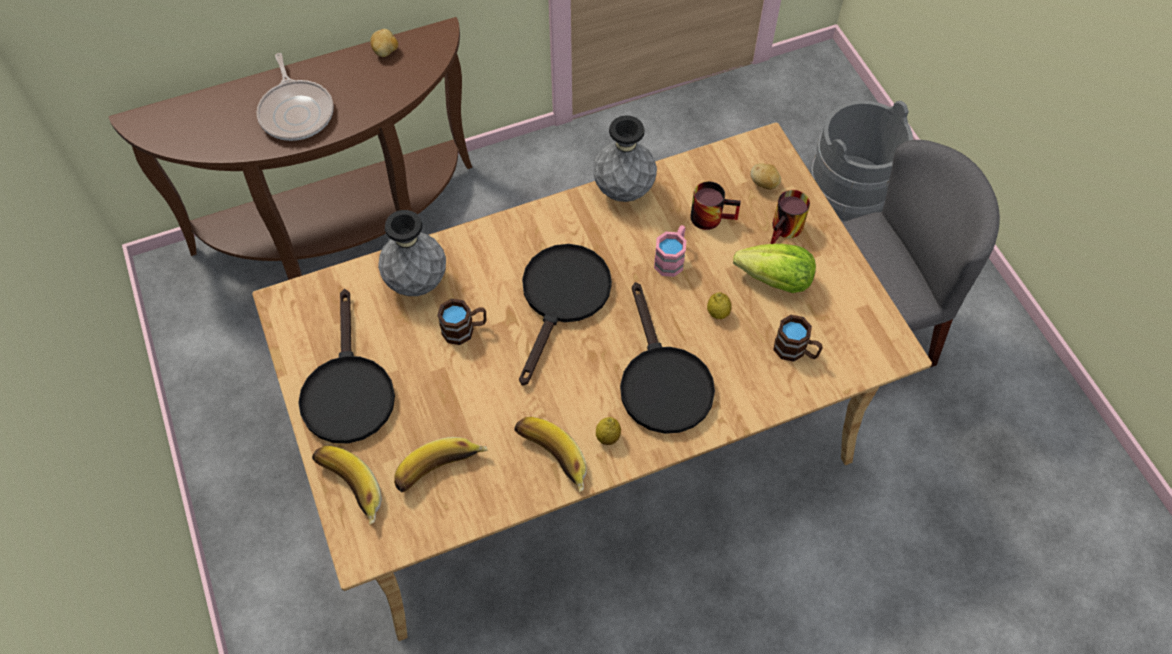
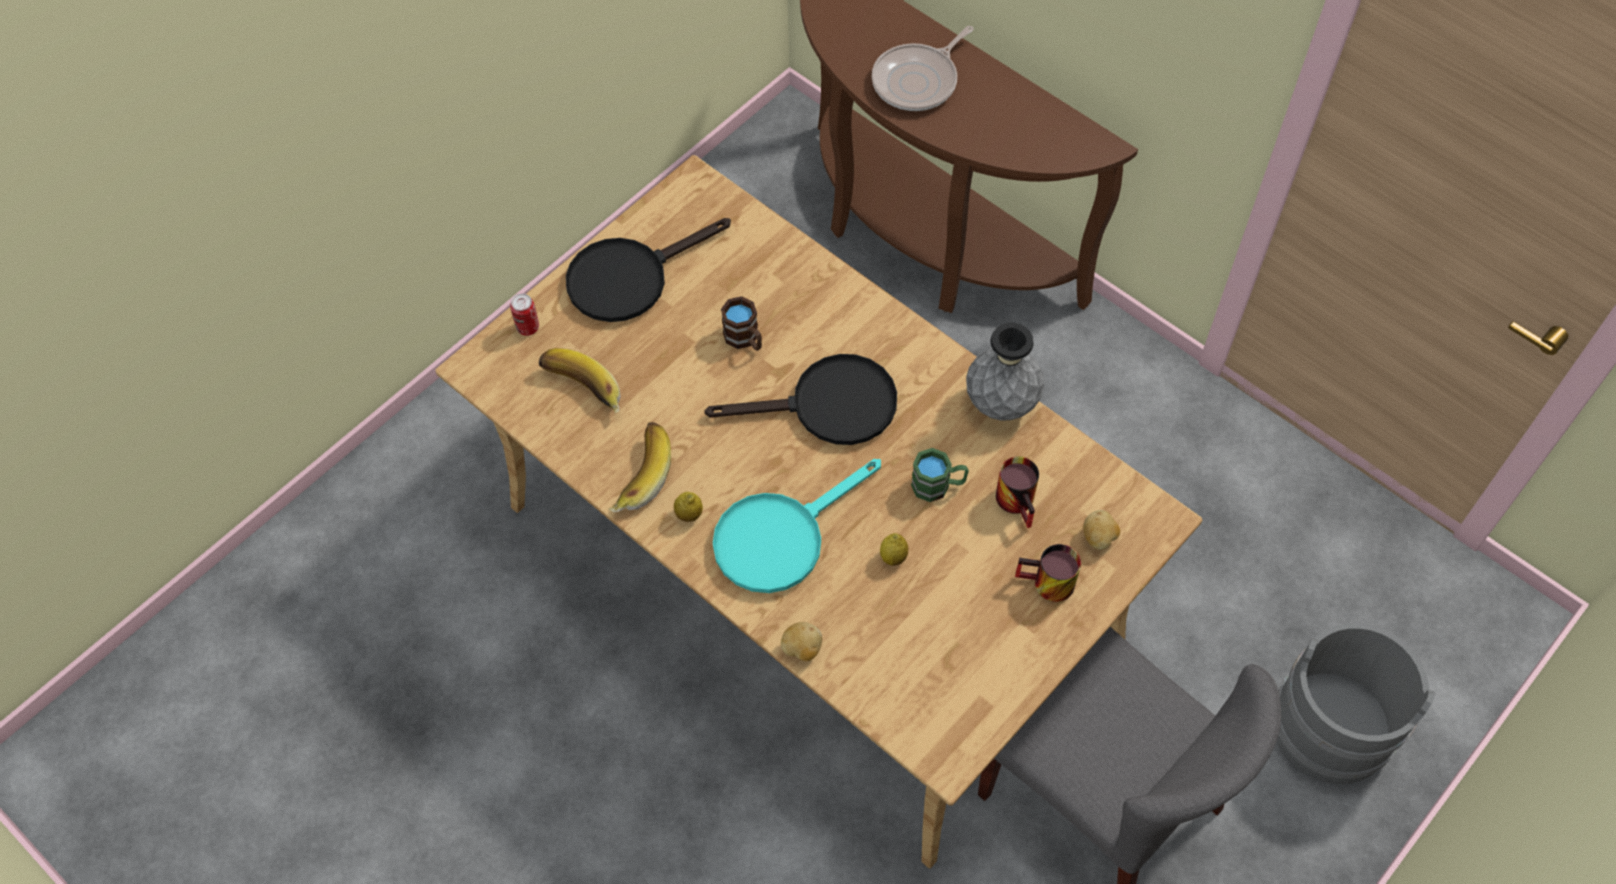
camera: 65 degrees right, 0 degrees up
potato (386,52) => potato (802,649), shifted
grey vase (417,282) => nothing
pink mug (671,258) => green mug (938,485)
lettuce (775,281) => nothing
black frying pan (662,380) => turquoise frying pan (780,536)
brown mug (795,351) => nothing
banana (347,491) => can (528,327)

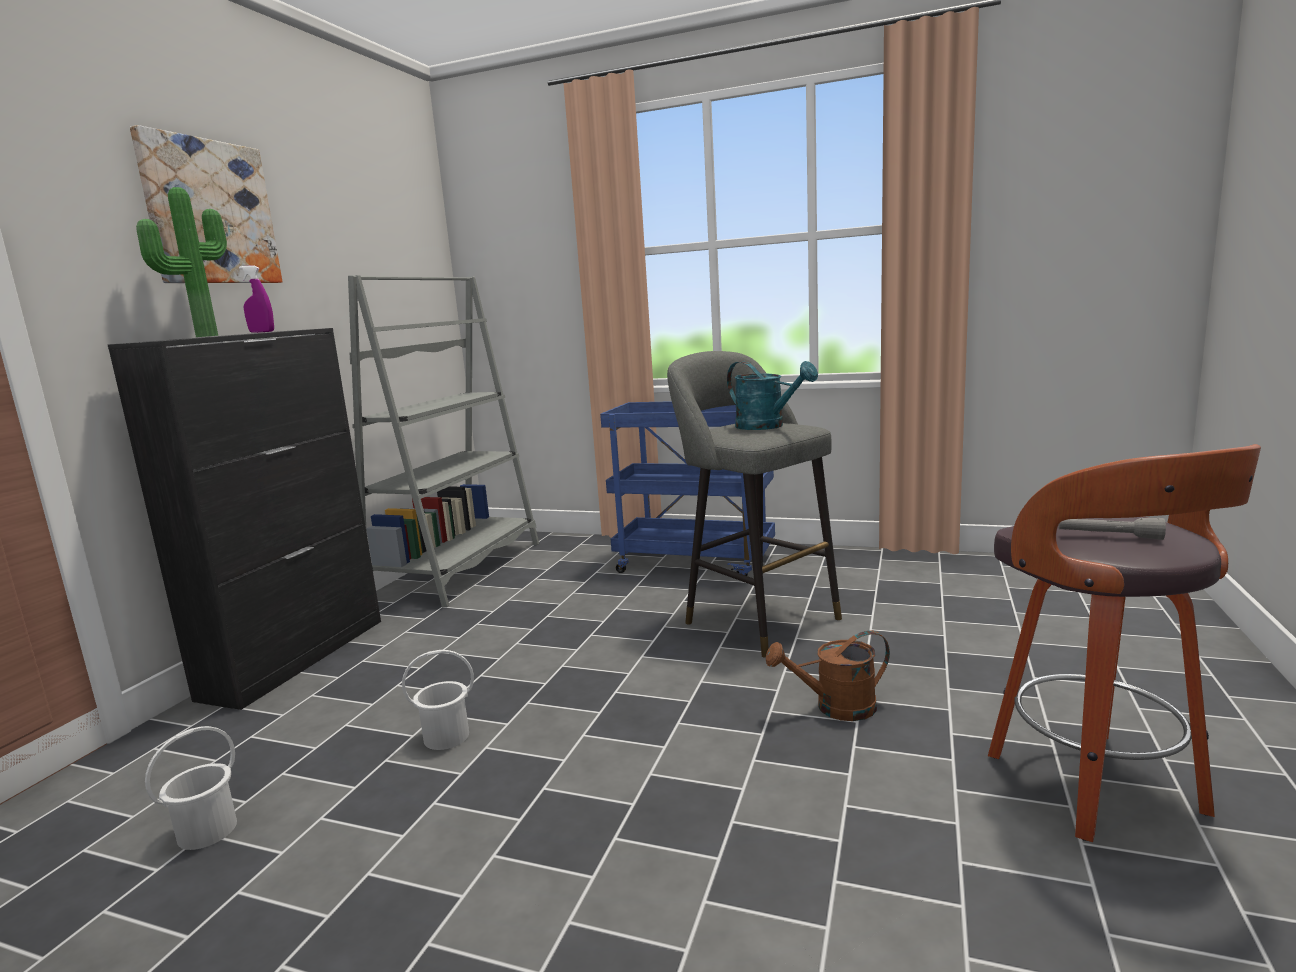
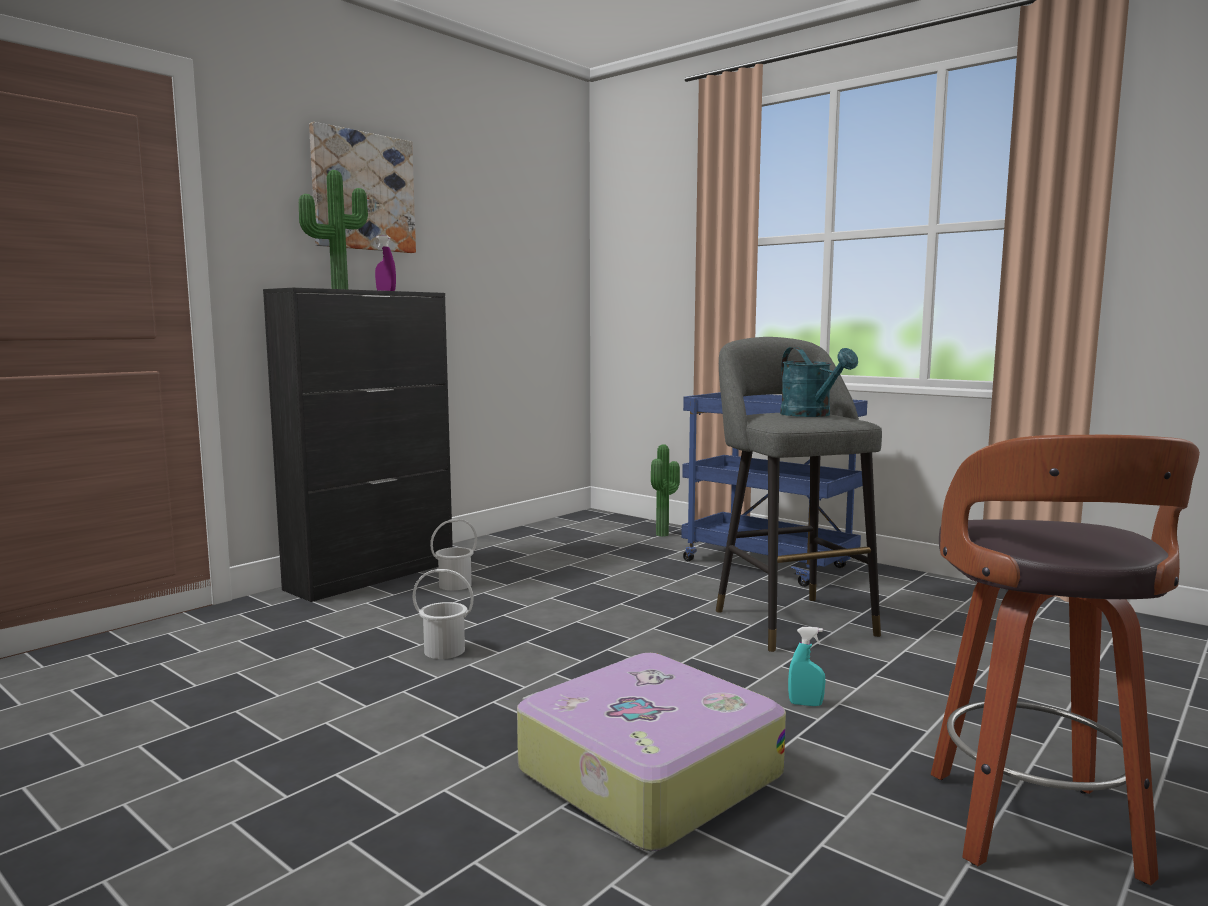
camera: 20 degrees right, 5 degrees down
grey bookcase (458,570) => nothing
grey flashlight (1109,536) => nothing
brown watering can (835,708) => turquoise spray bottle (805,704)
white bucket (206,831) => white bucket (454,585), shifted
nothing => potted plant (664,535)
nothing => suitcase (646,773)

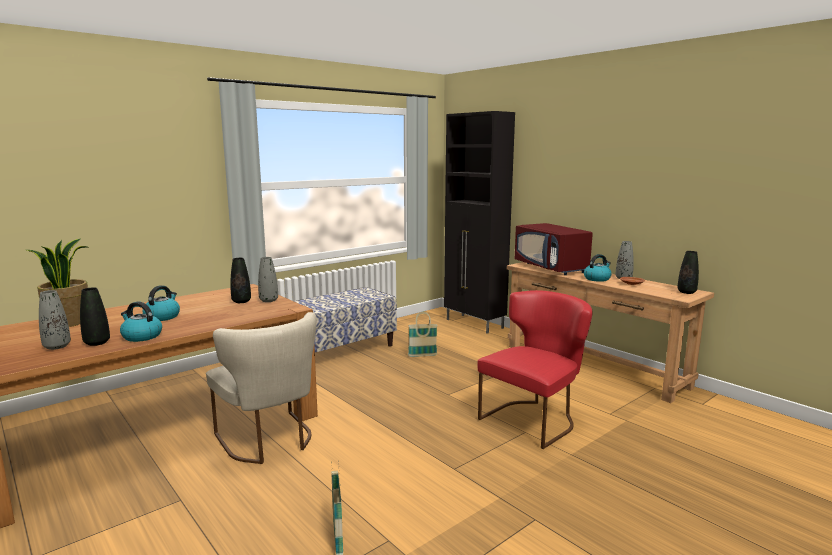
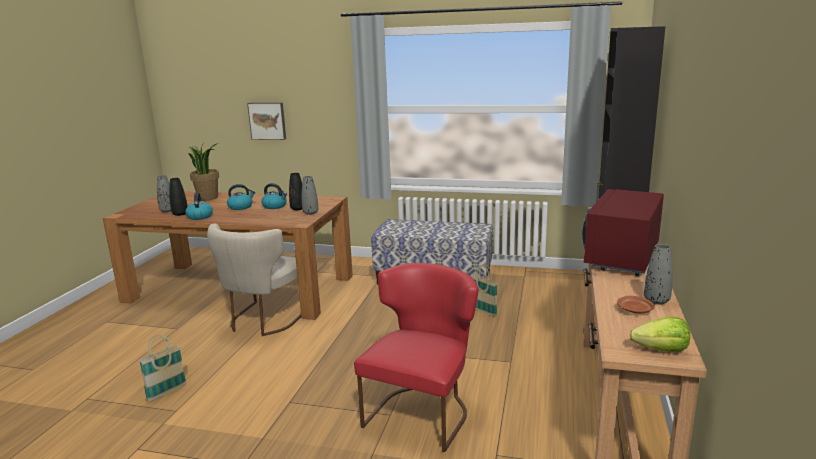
camera: 55 degrees right, 5 degrees up
black vase (686,292) => lettuce (661,350)
kettle (597,279) => kettle (275,206), shifted
red chair (534,419) => red chair (422,411), 75 degrees counterclockwise
nothing => picture (267,120)

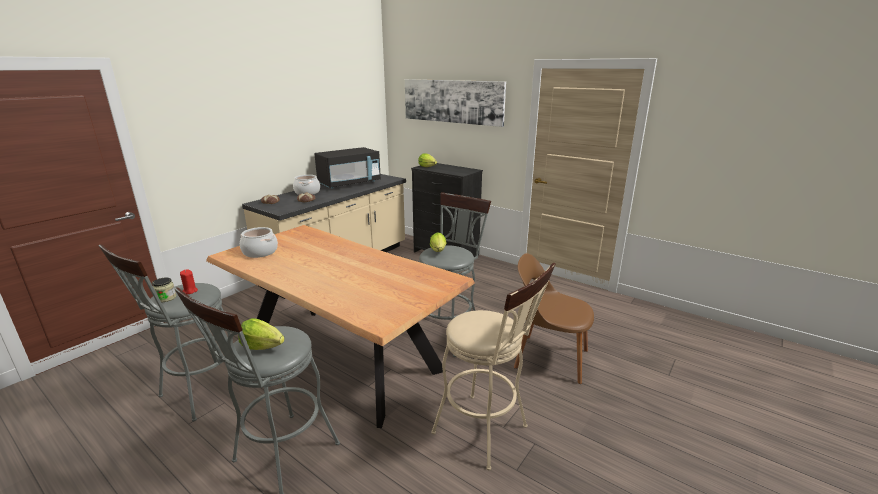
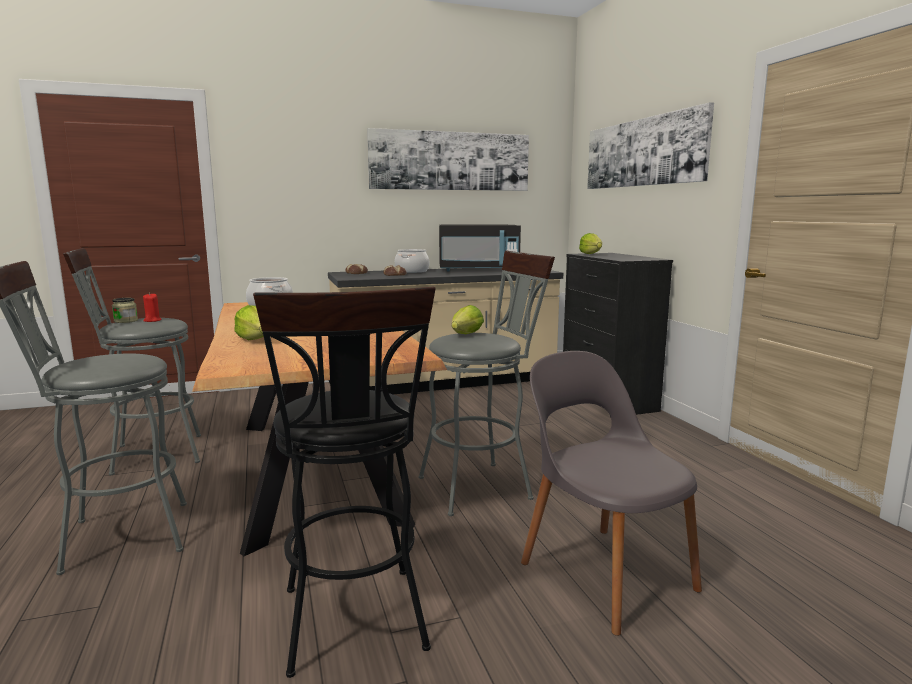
camera: 35 degrees right, 10 degrees down
brown chair (548,358) => grey chair (604,573)
beige stool (486,433) => black stool (356,627)
lettuce (262,346) => lettuce (255,340), shifted
nothing => picture (450,161)

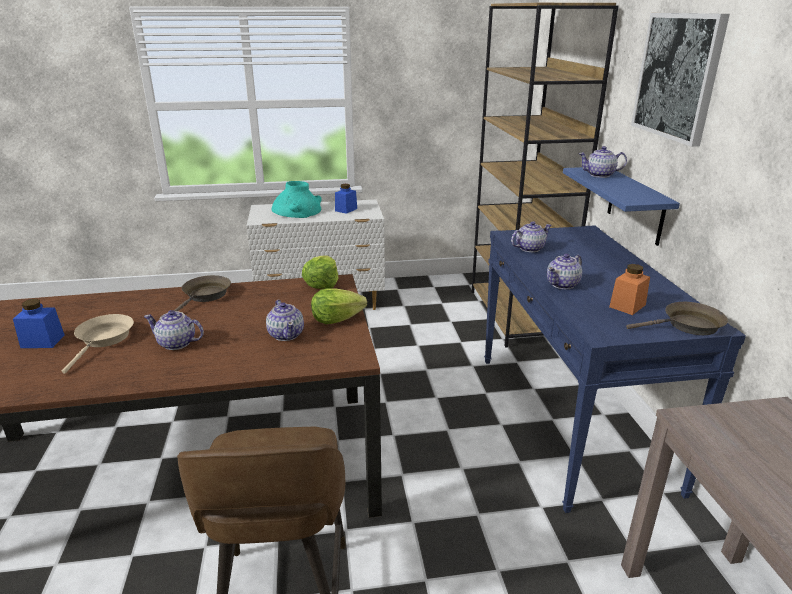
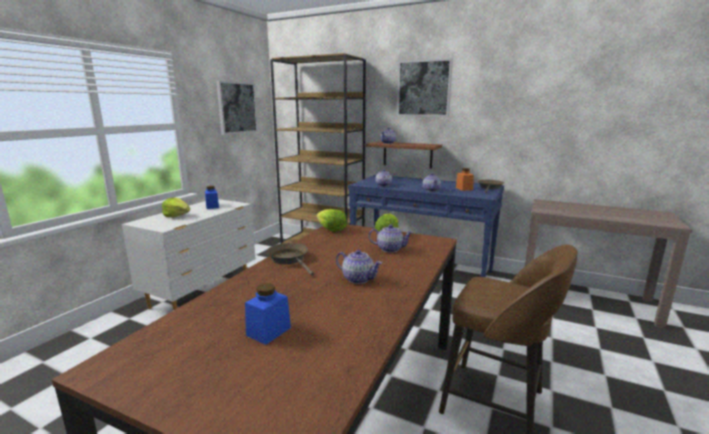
camera: 55 degrees left, 10 degrees down
blue shelf (636,205) => brown shelf (407,155)
turquoise vase (297,211) => lettuce (177,216)
teapot (177,343) => teapot (358,279), 105 degrees counterclockwise
beige frying pan (104,340) => nothing
nothing => picture (237,107)

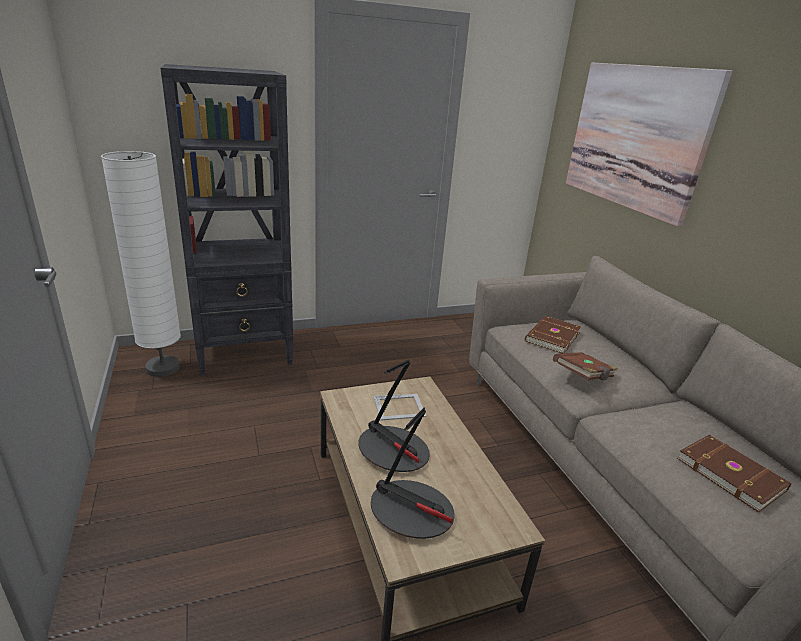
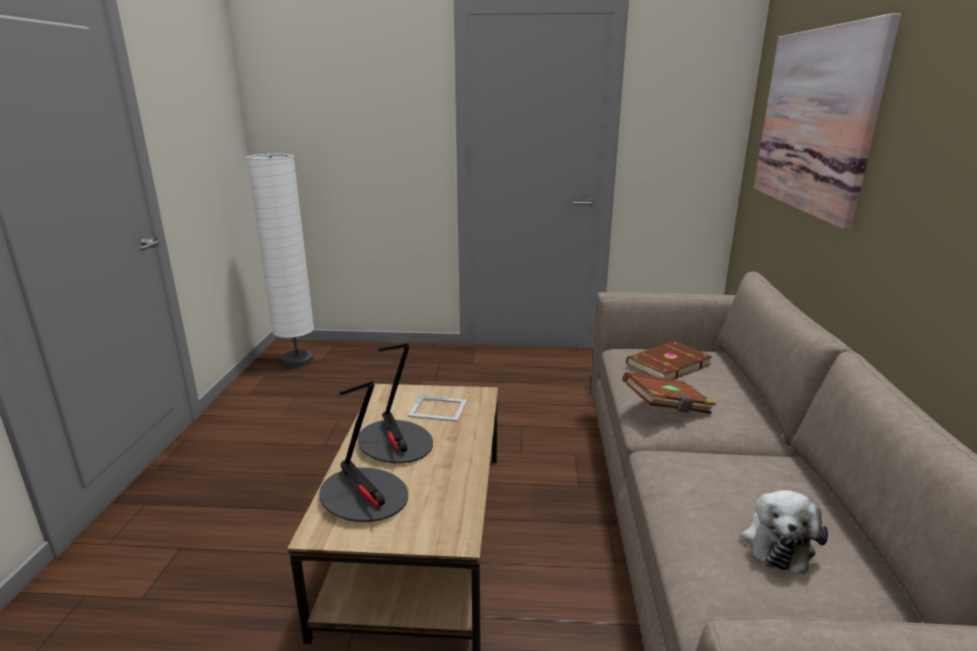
camera: 25 degrees right, 5 degrees down
black bookcase (246,352) => nothing
brown book (730,473) => plush toy (777,542)

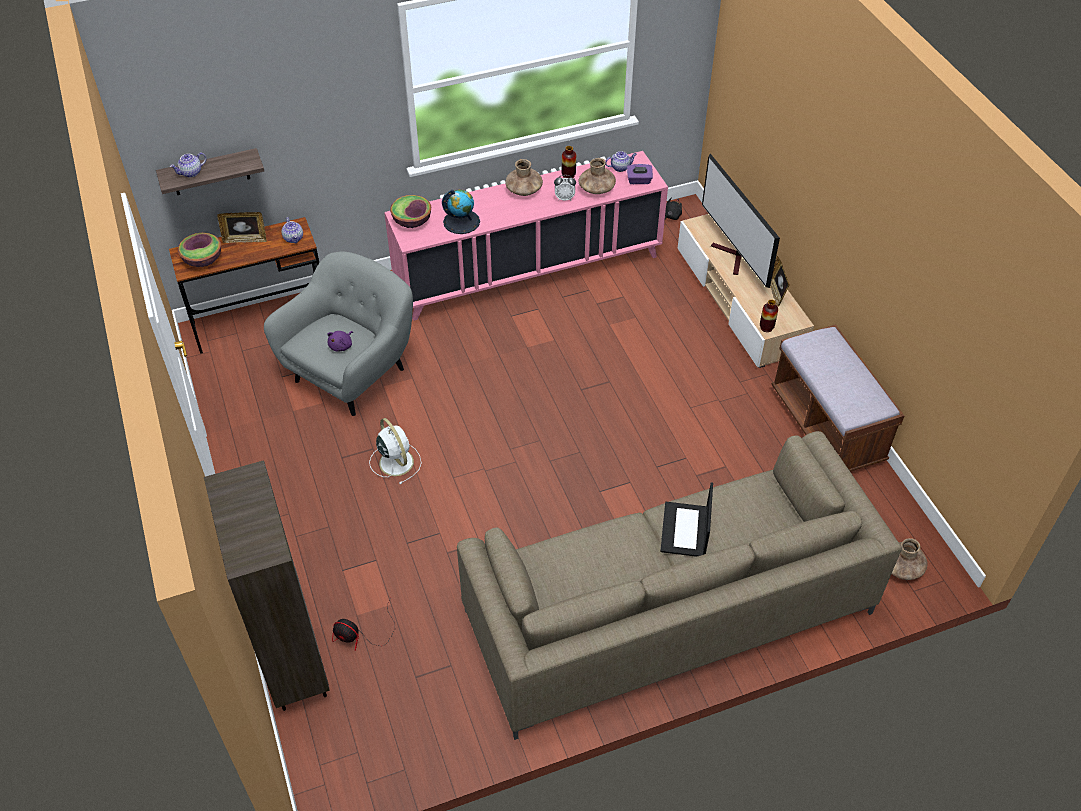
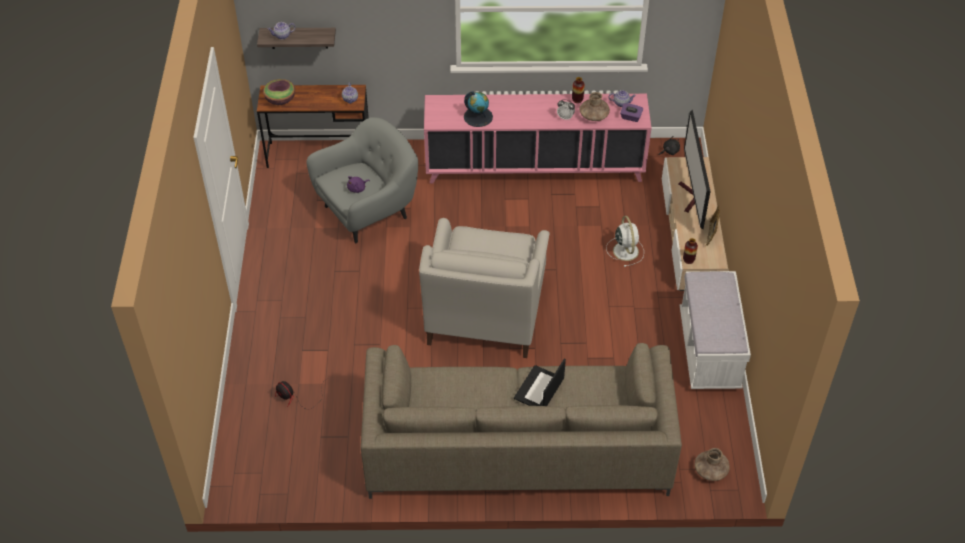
camera: 20 degrees right, 0 degrees up
brown vase (524,190) => nothing
bowl (412,221) => nothing
picture frame (245,239) => nothing
brown bench (827,426) => white bench (709,350)
white fan (395,461) => white fan (625,250), shifted
brown bookcase (293,664) => nothing
nothing => white armchair (485,310)

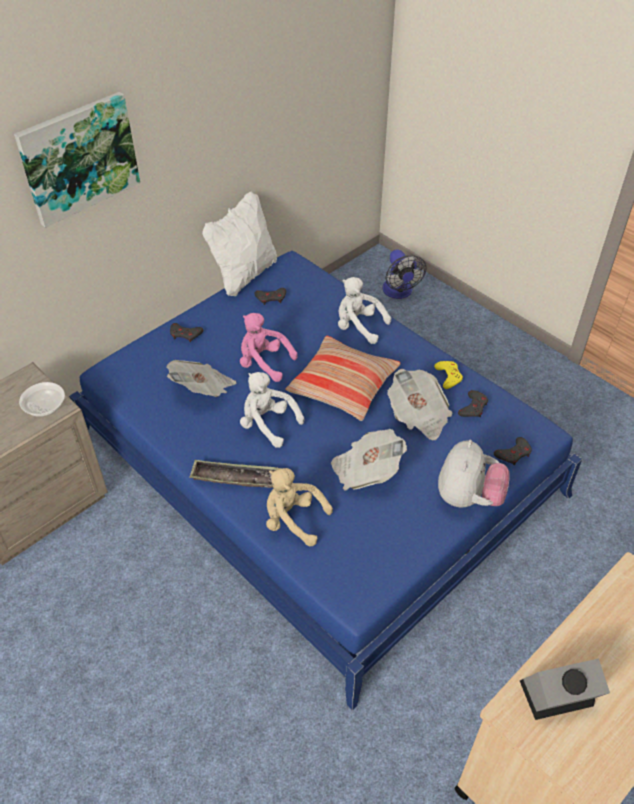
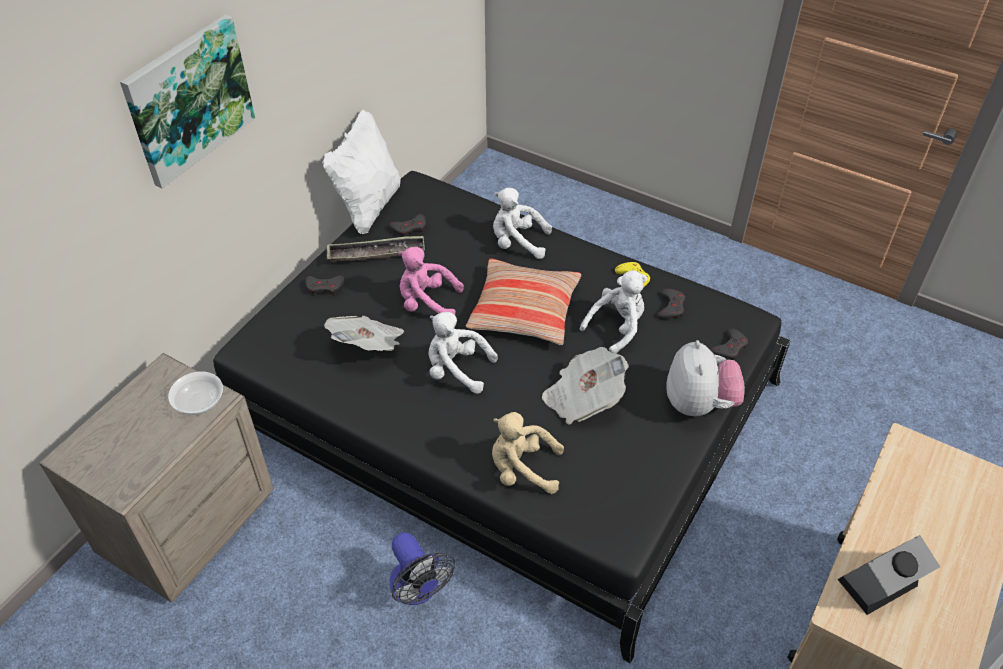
camera: 15 degrees left, 0 degrees up
fan (399,292) => fan (418,589), shifted
blue bed (317,464) => black bed (502,405)
newspaper (418,416) => white plush toy (617,328)
tray (241,478) => tray (376,253), shifted

